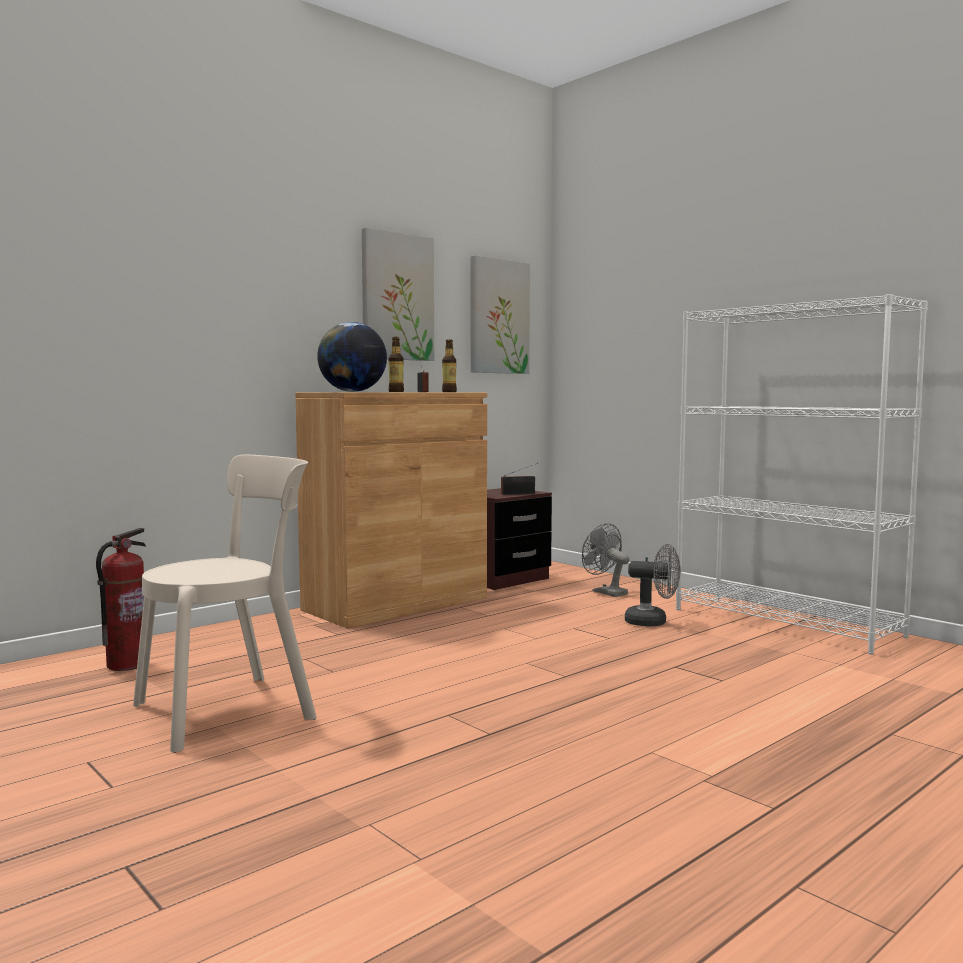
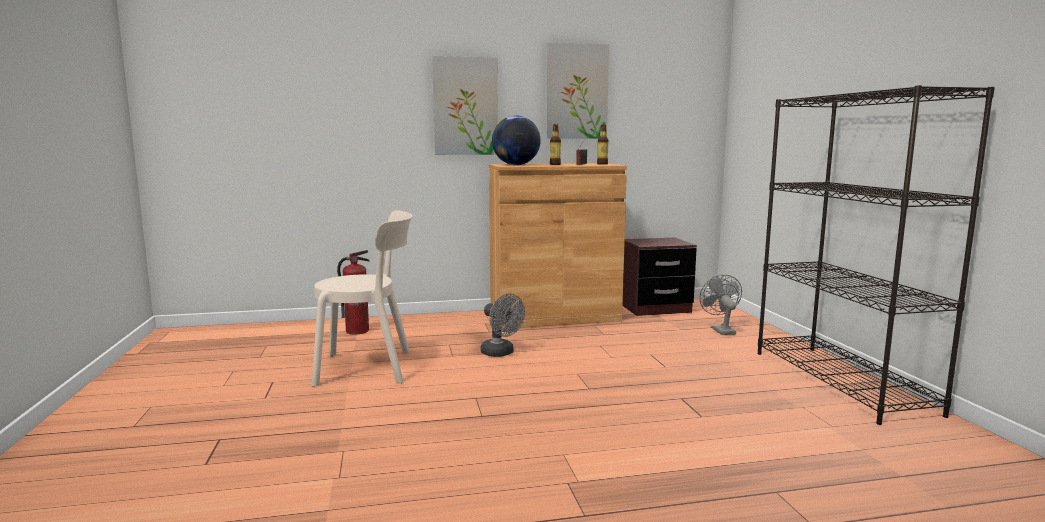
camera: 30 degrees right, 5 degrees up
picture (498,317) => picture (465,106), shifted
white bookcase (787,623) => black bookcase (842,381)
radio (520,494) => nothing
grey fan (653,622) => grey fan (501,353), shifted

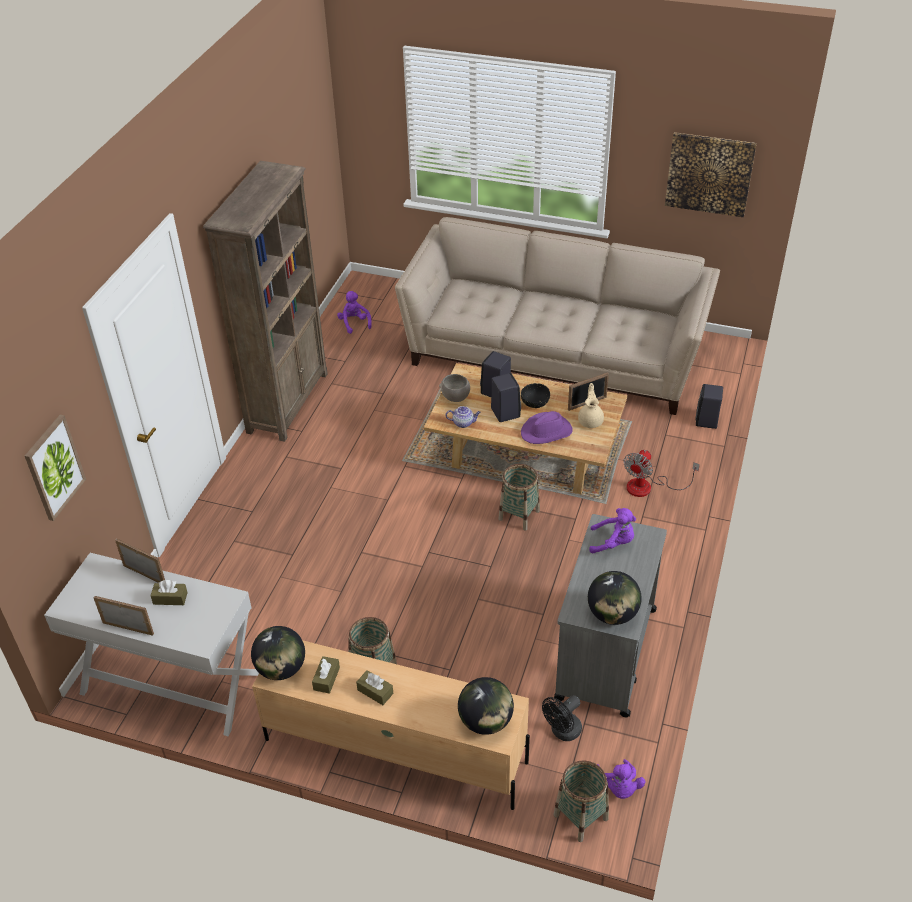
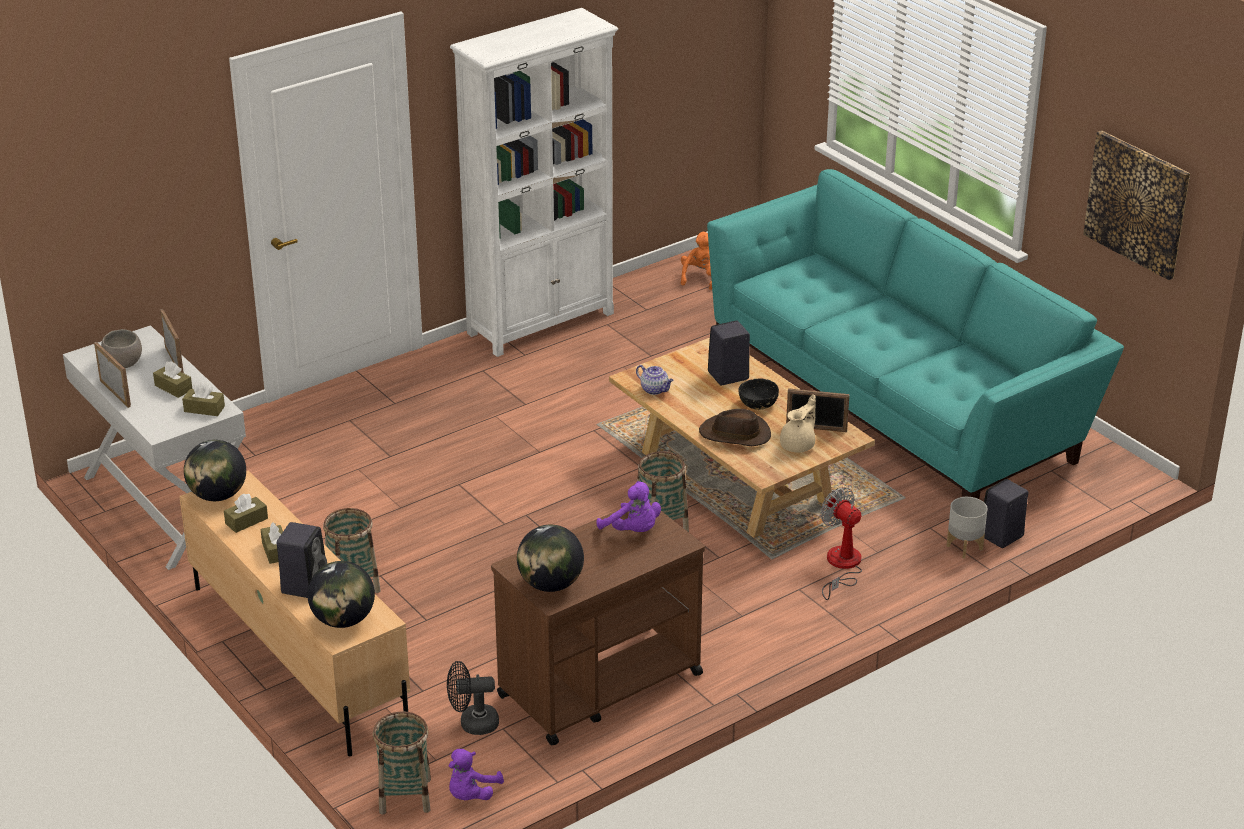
camera: 35 degrees right, 10 degrees down
brown bookcase (288,402) => white bookcase (541,323)
beige sofa (555,354) => turquoise sofa (897,397)
purple plush toy (354,323) => orange plush toy (700,278)
black speaker (504,412) => black speaker (304,584), shifted
grey bowl (455,397) => grey bowl (123,362), shifted
purple hat (546,431) => brown hat (735,434)
picture (54,467) => nothing
fan (648,487) => fan (841,566), 75 degrees clockwise
grey cart (605,654) => brown cart (598,685)
nothing => brown tissue box (204,409)
nothing => grey planter (965,548)

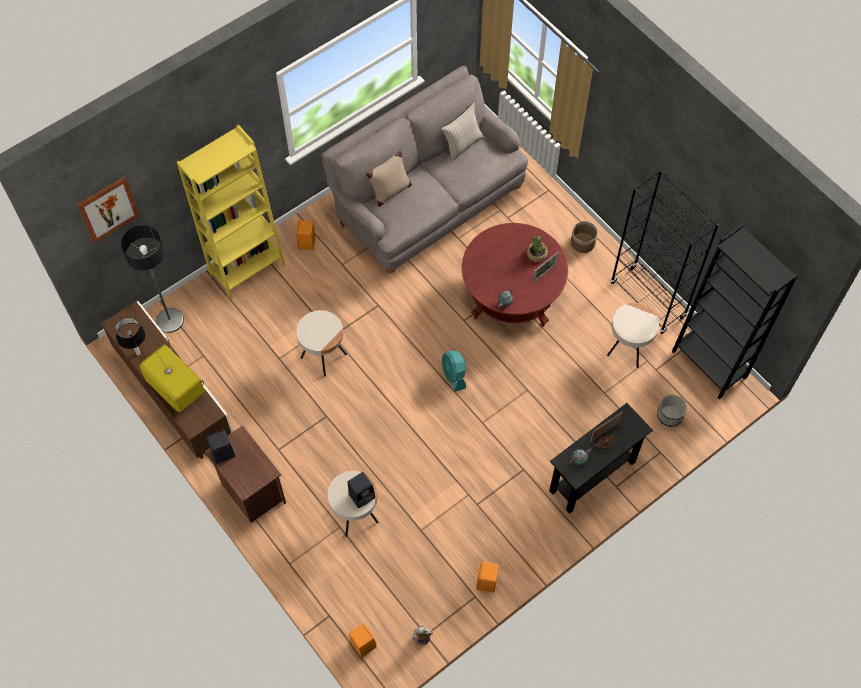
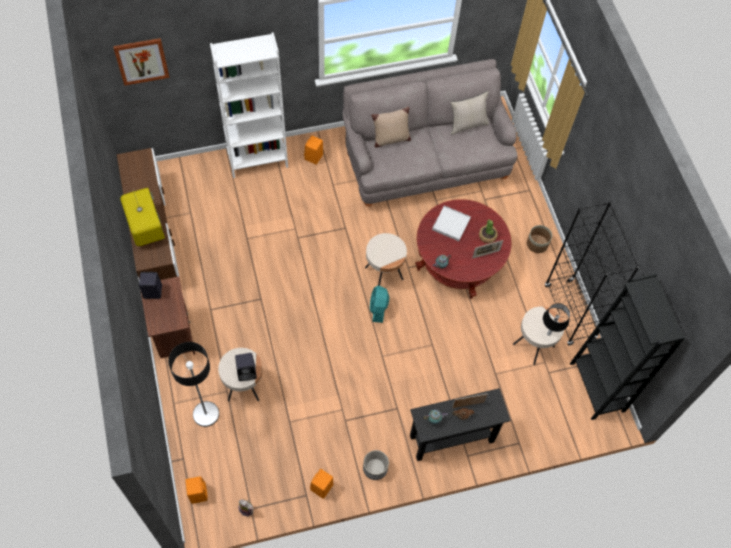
camera: 20 degrees right, 0 degrees up
yellow bookcase (247,269) => white bookcase (257,159)
floor lamp (169,321) => floor lamp (205,414), shifted
beige side table (323,356) => beige side table (384,273), shifted
table lamp (138,353) => table lamp (548,333), shifted
planter (669,415) => planter (375,468), shifted
nothing => white tray (451,224)

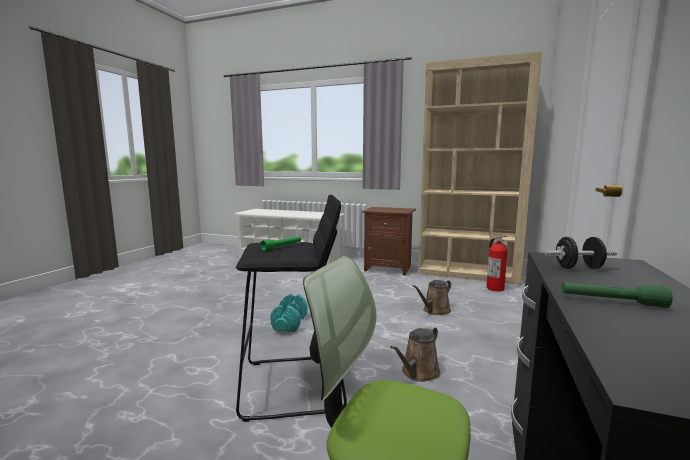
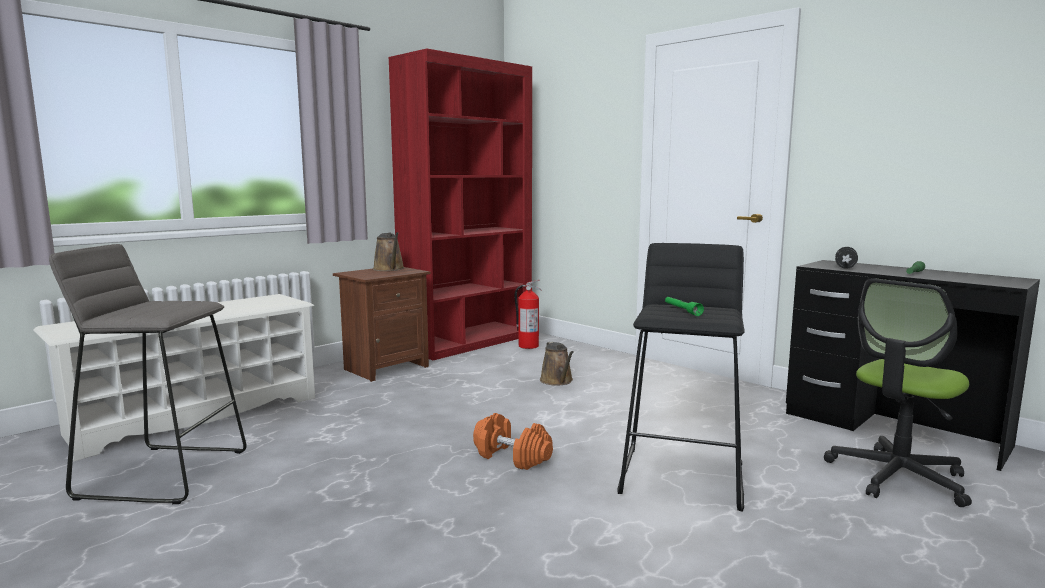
camera: 65 degrees left, 0 degrees up
beige bookcase (468,273) => red bookcase (468,342)
turquoise dumbbell (289,323) => orange dumbbell (511,457)
brown watering can (418,373) => brown watering can (389,269), shifted
nothing => grey stool (164,473)

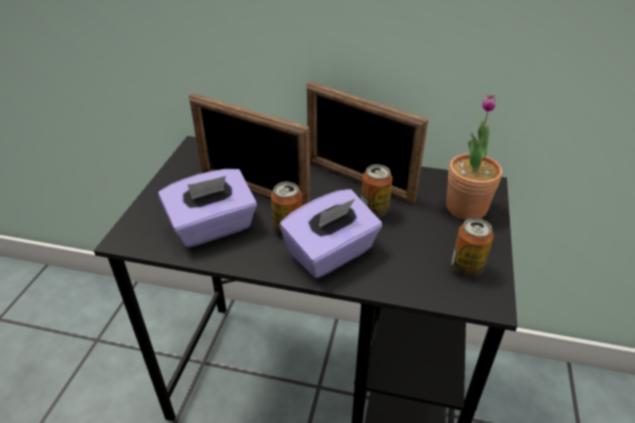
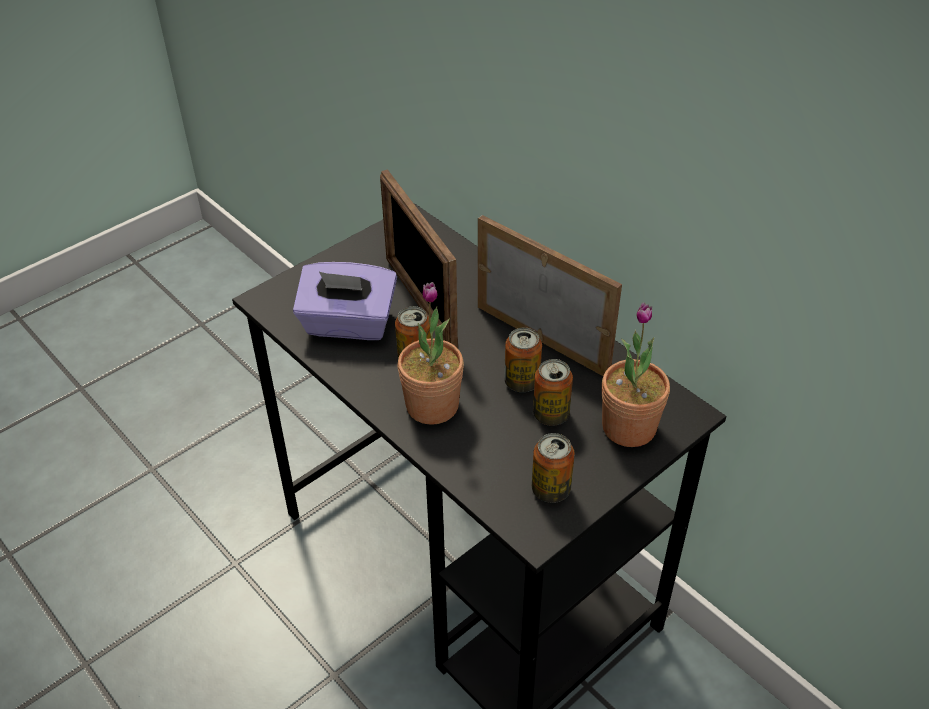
camera: 35 degrees right, 5 degrees up
picture frame (358,180) => picture frame (542,339), 150 degrees clockwise
purple tissue box (331,253) => potted plant (432,406)
nothing => can (551,414)

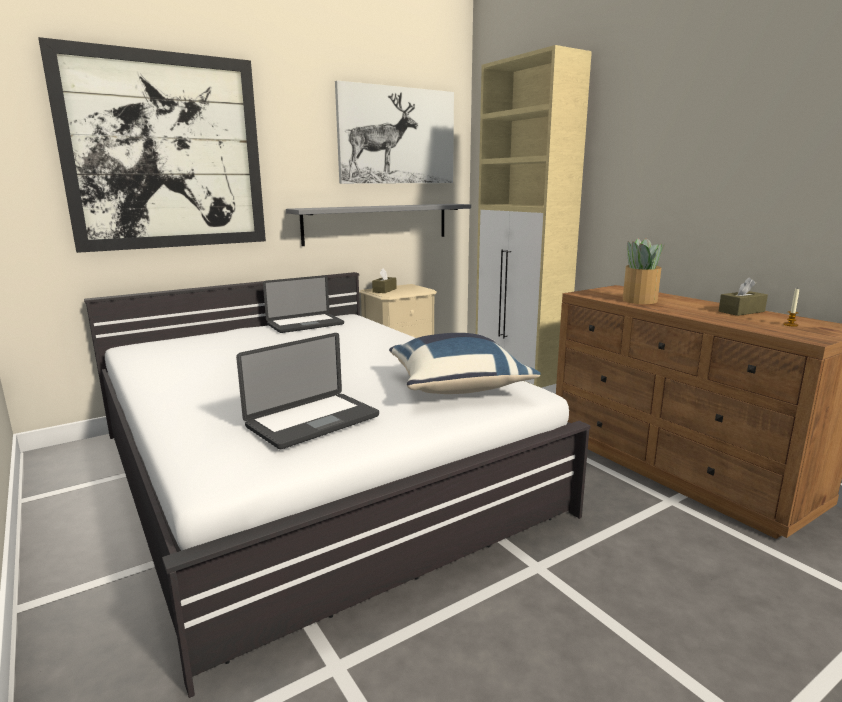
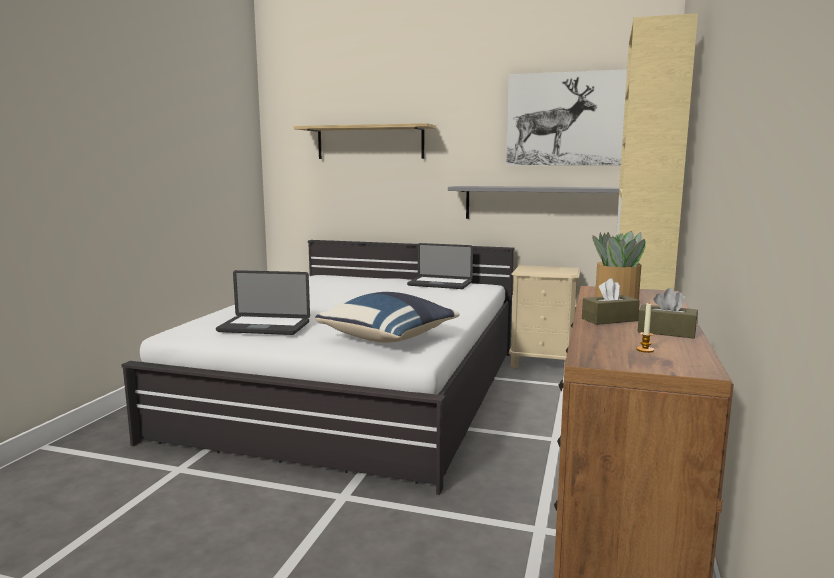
camera: 50 degrees right, 5 degrees down
picture (165,153) => shelf (370,142)
brown tissue box (384,290) => brown tissue box (609,319), shifted

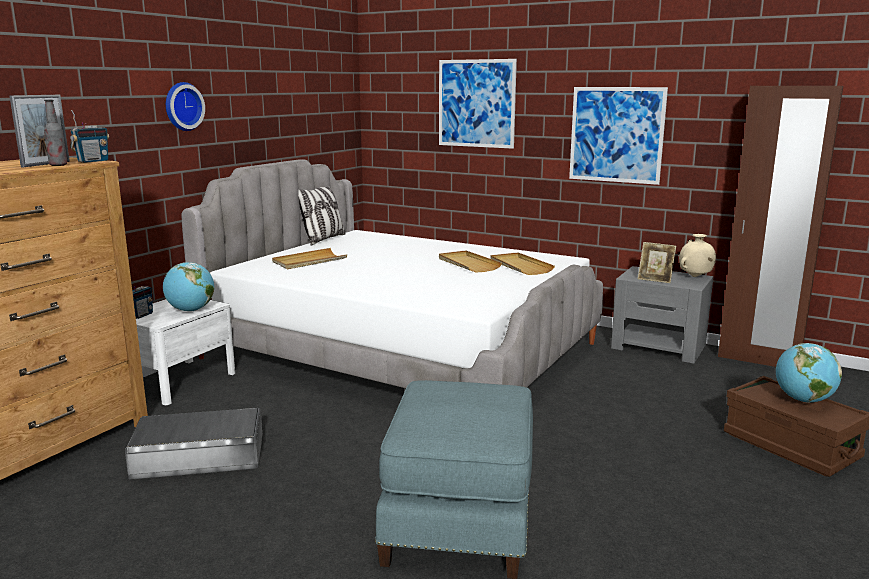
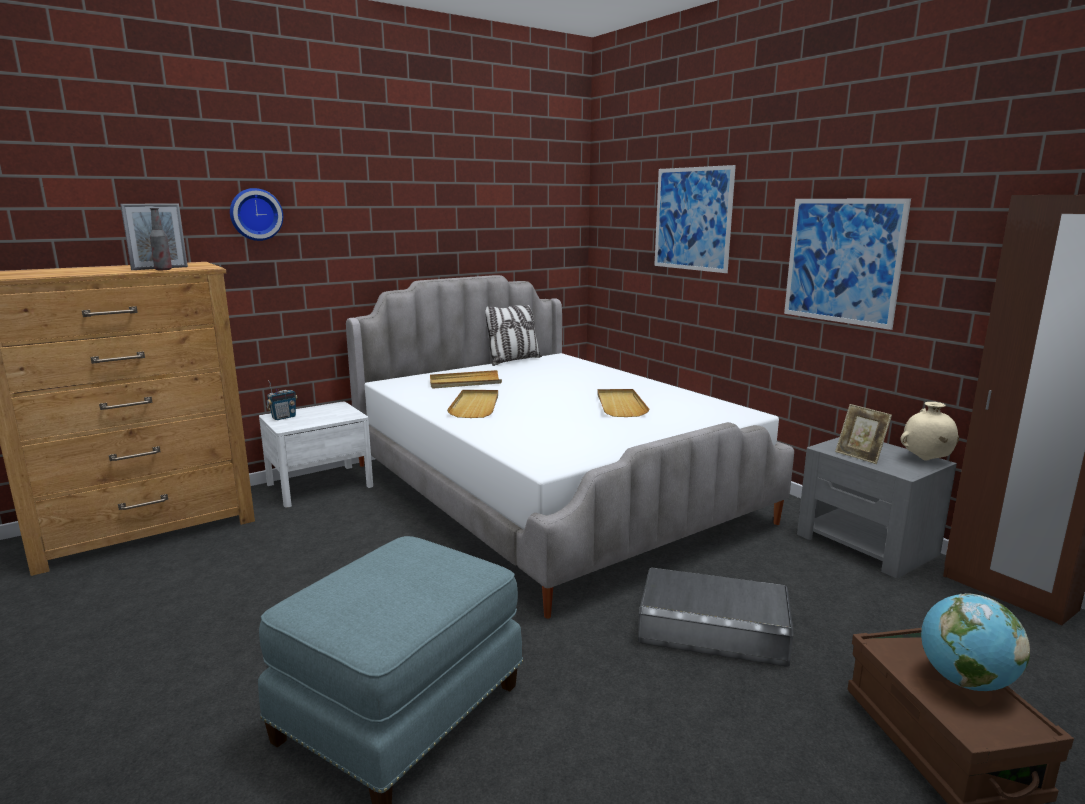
camera: 25 degrees right, 0 degrees up
wall clock (182,106) => wall clock (255,214), shifted
radio (92,161) => nothing
beige tray (520,266) => beige tray (475,406), shifted
globe (191,310) => nothing
grey storage box (199,455) => grey storage box (712,629), shifted

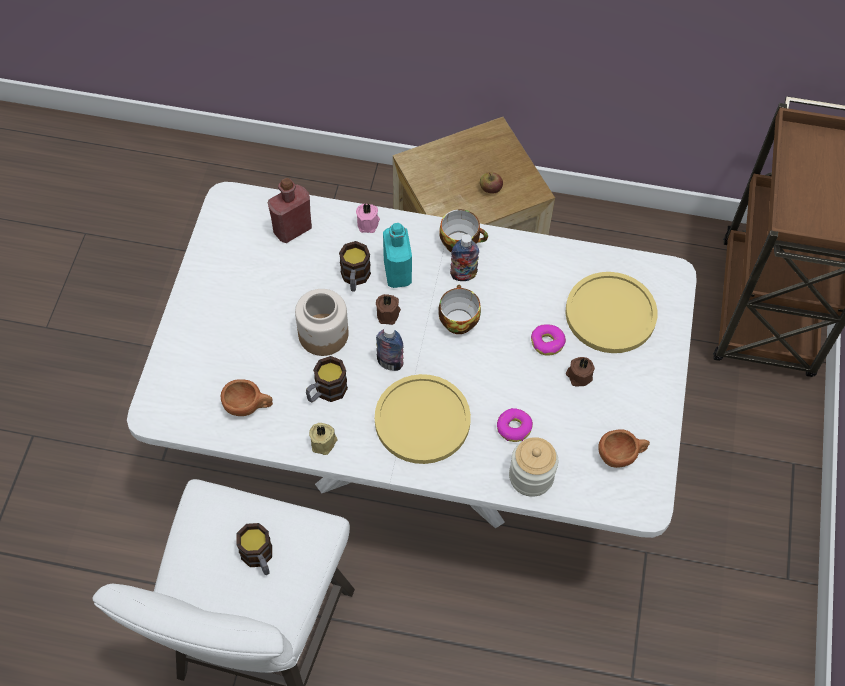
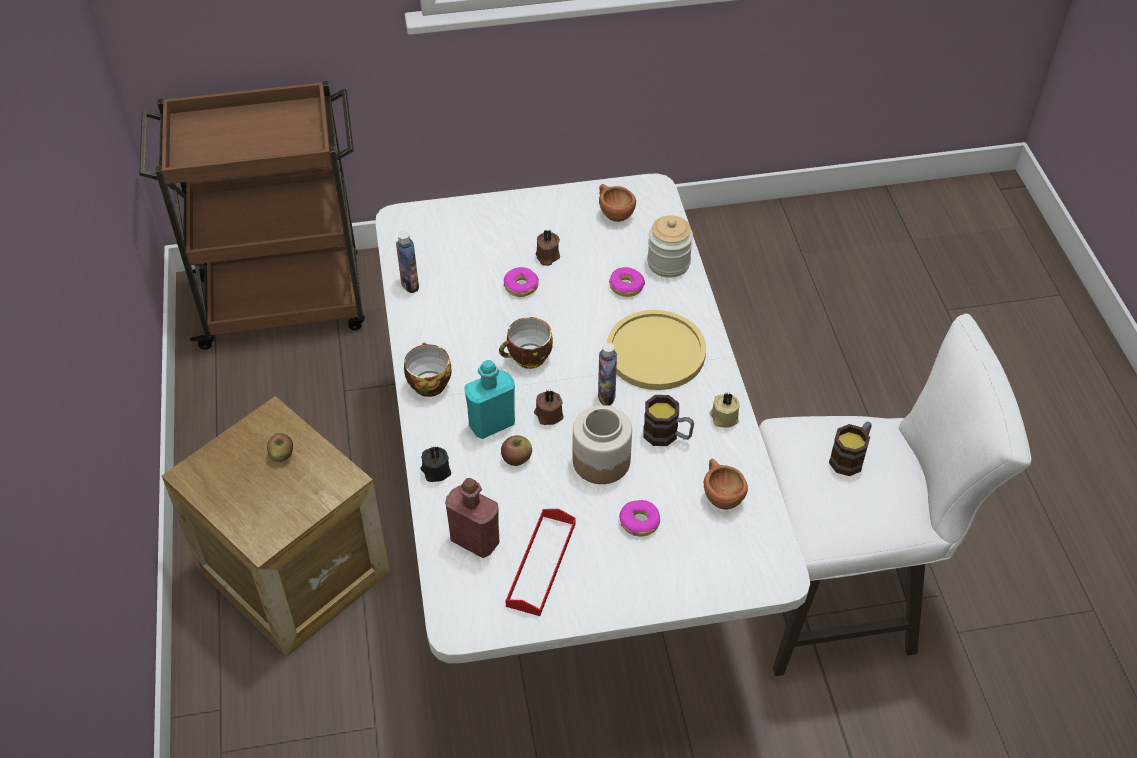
camera: 110 degrees left, 10 degrees down
pink candle (368,223) => black candle (435,471)
bottle (463,275) => bottle (410,284), shifted
mug (355,278) => apple (516,458)
yellow plate (610,314) => nothing
nothing => donut (639,522)
nothing => red tray (541,564)

